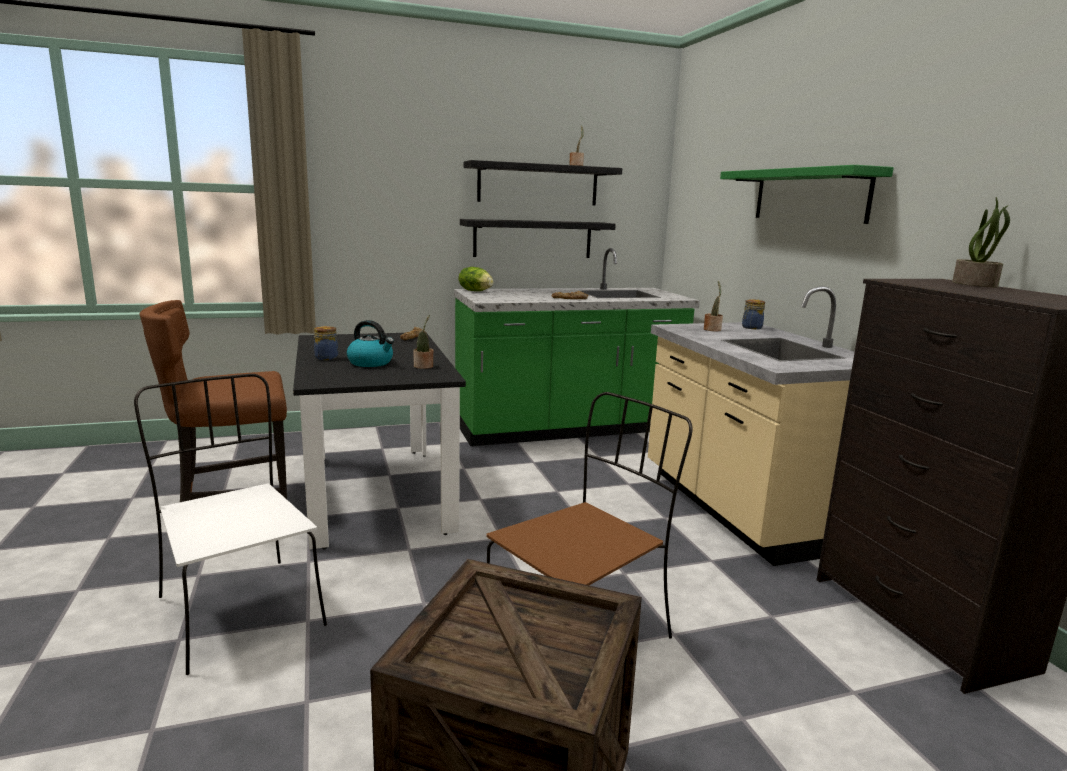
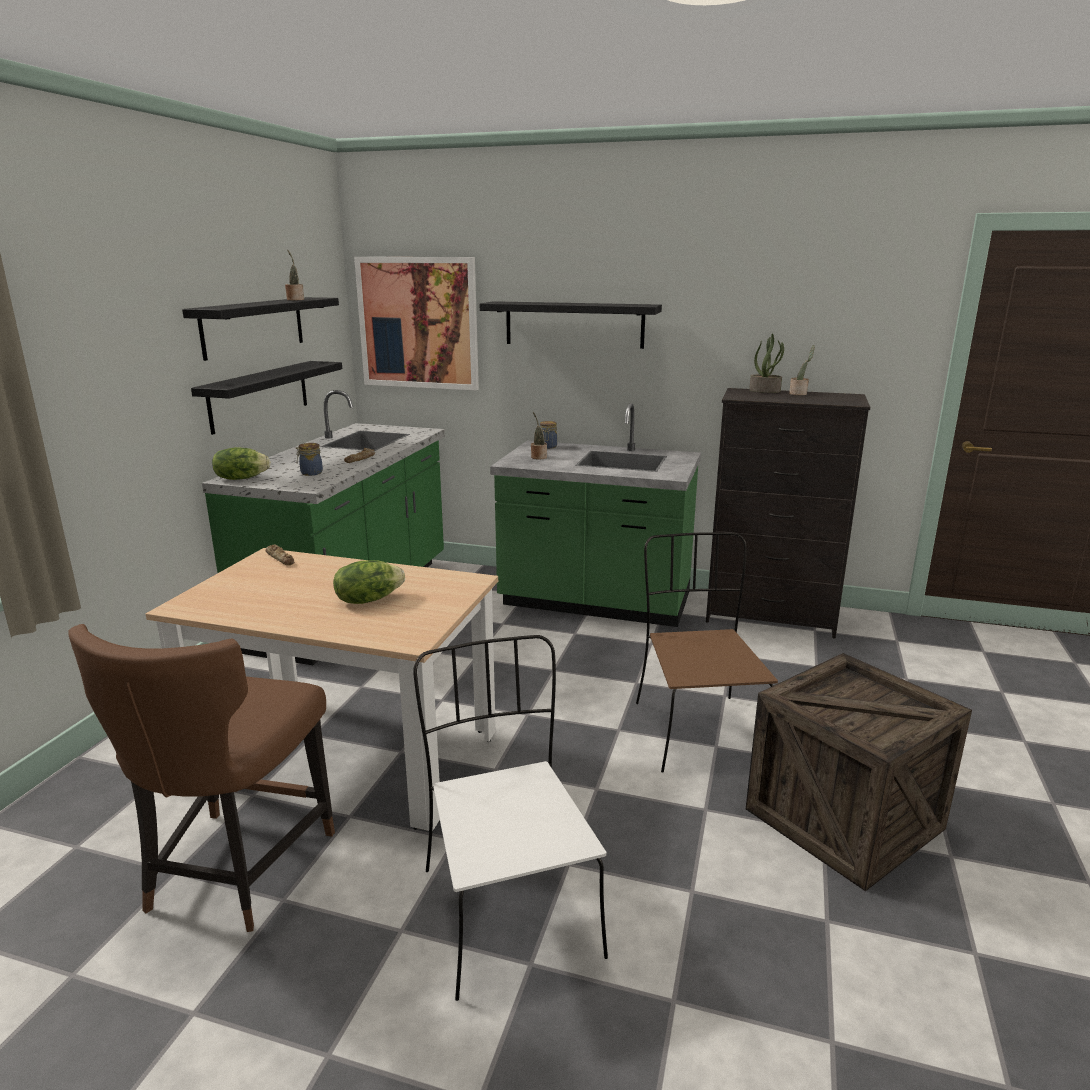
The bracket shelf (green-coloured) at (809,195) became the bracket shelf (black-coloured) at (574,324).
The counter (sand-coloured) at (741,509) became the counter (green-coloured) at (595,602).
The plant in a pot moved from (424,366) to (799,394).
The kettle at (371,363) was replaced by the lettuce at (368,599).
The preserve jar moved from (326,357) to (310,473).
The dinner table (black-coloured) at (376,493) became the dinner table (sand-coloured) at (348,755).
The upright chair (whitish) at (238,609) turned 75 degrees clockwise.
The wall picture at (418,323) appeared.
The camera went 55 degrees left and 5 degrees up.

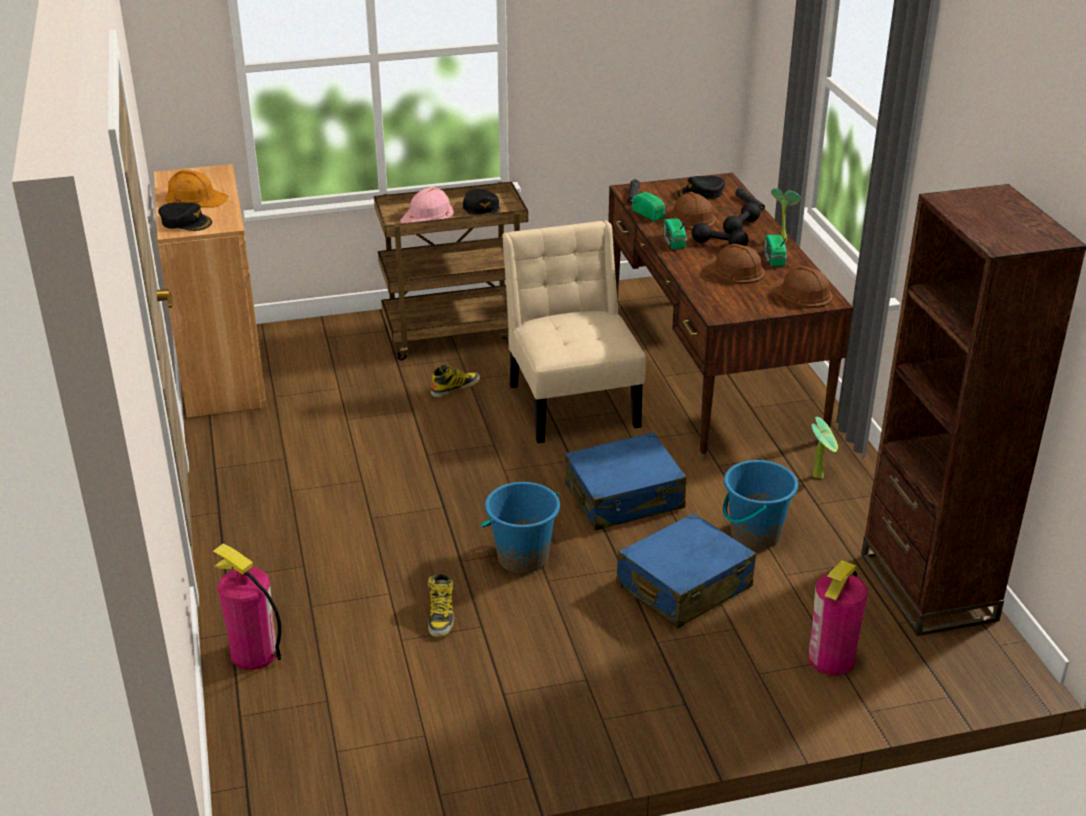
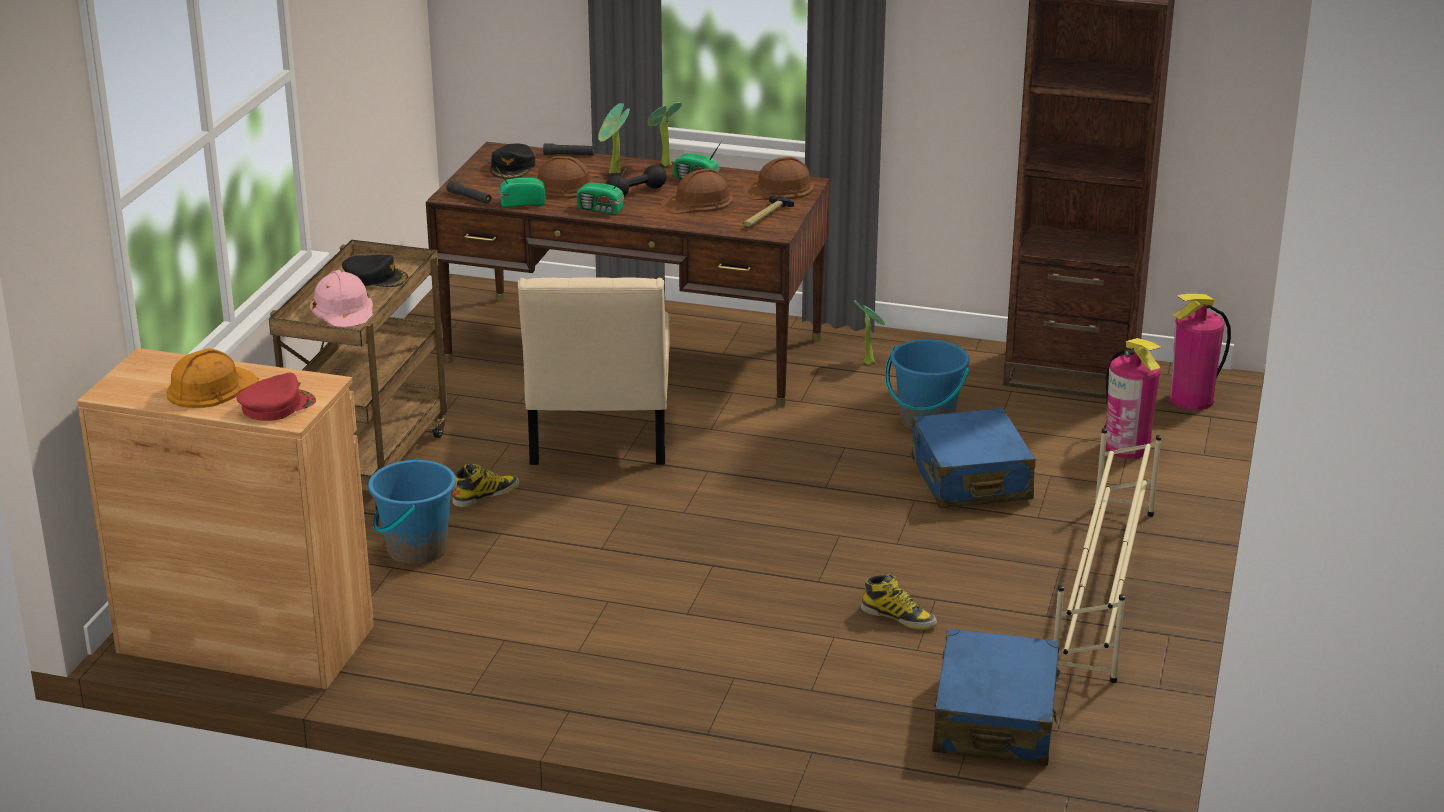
The hand weight (black-coloured) at (741,227) was replaced by the plant in a pot at (613,173).
The peaked cap (black-coloured) at (186,222) became the peaked cap (red-coloured) at (276,406).
The upright chair (sand-coloured) at (572,401) turned 105 degrees counterclockwise.
The tall boot at (455,387) turned 60 degrees clockwise.
The travel case (blue-coloured) moved from (624,497) to (995,719).
The water bucket (blue-coloured) moved from (522,557) to (416,549).
The fire-fighting cylinder moved from (254,654) to (1191,399).
The tool hammer at (766,217) appeared.
The shoe shelf (sand-coloured) at (1103,589) appeared.
The camera went 60 degrees left and 5 degrees down.

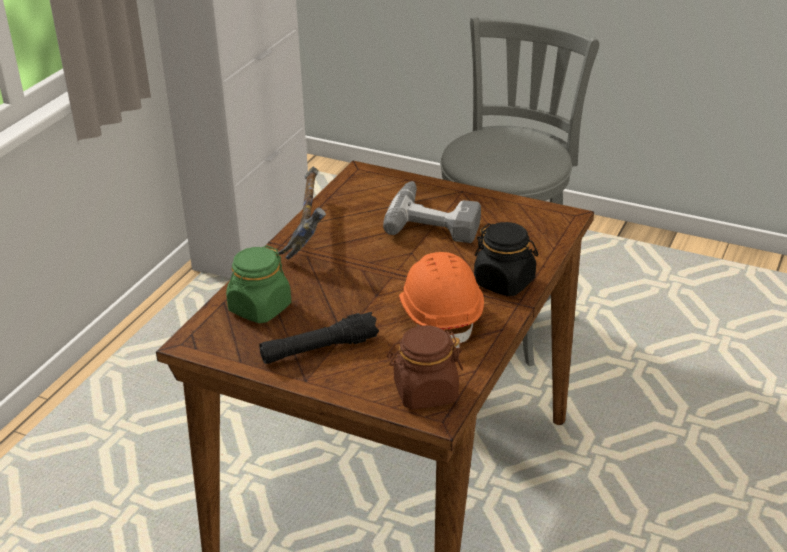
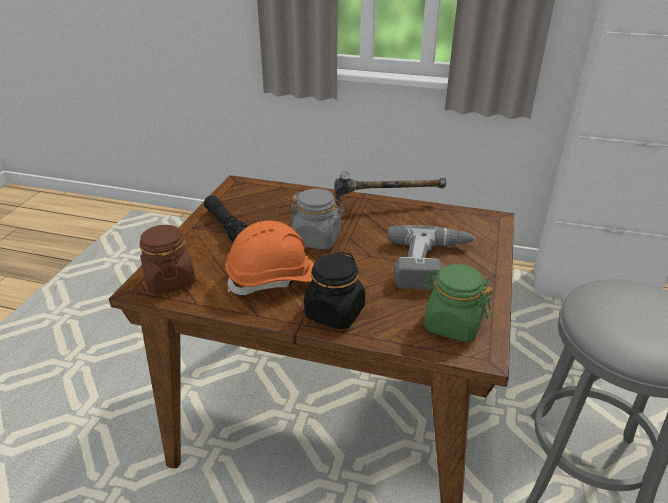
The preserve jar (green-coloured) moved from (260,308) to (452,324).
The preserve jar (gray) at (317,239) appeared.
The camera went 80 degrees right and 0 degrees up.

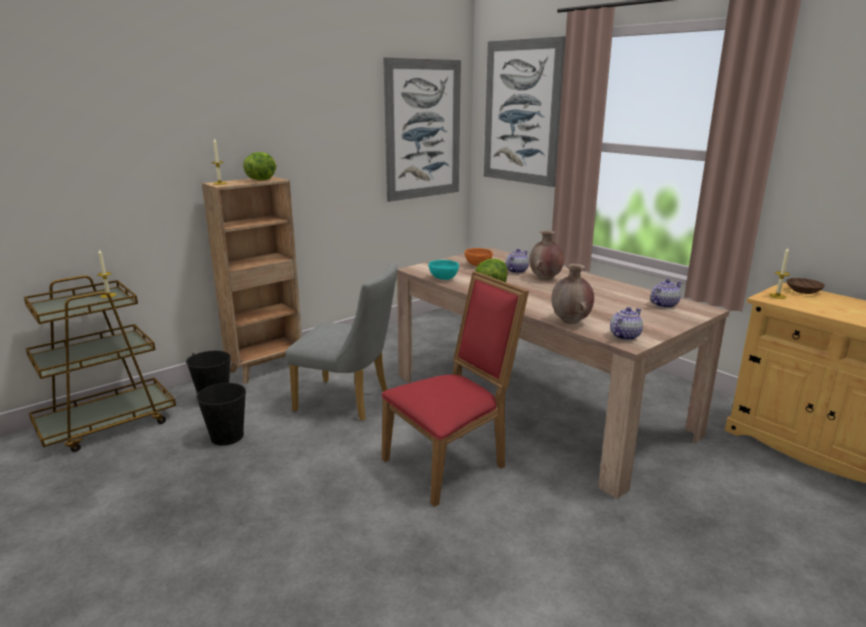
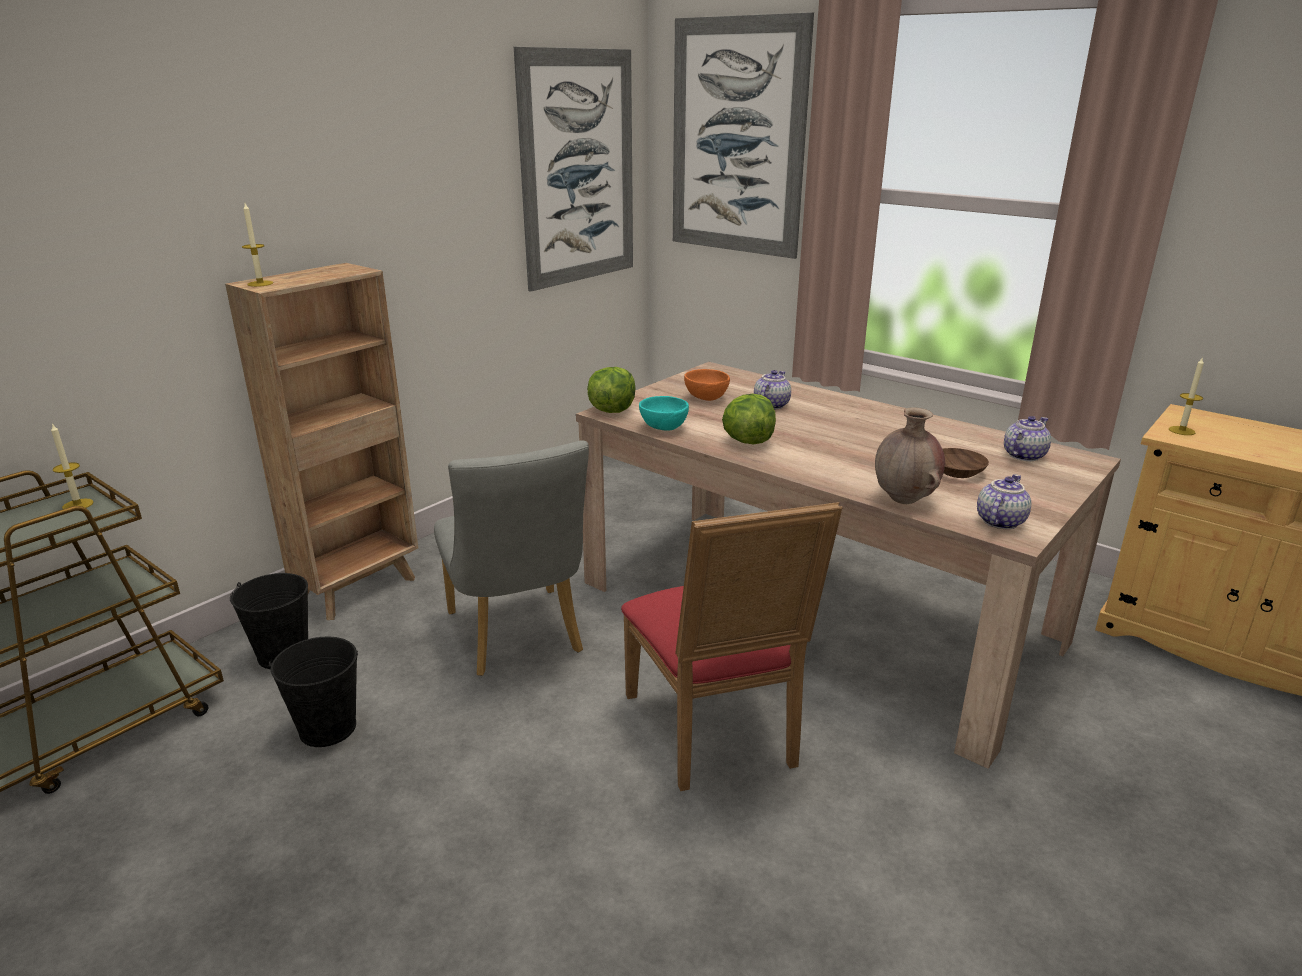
The lettuce moved from (261,180) to (612,410).
The flower vase (brownish) at (545,278) disappeared.
The upright chair (gray) at (349,402) turned 60 degrees clockwise.
The upright chair (red-coloured) at (451,463) turned 120 degrees clockwise.
The bowl (brownish) moved from (804,291) to (958,472).
The camera went 10 degrees left and 5 degrees up.

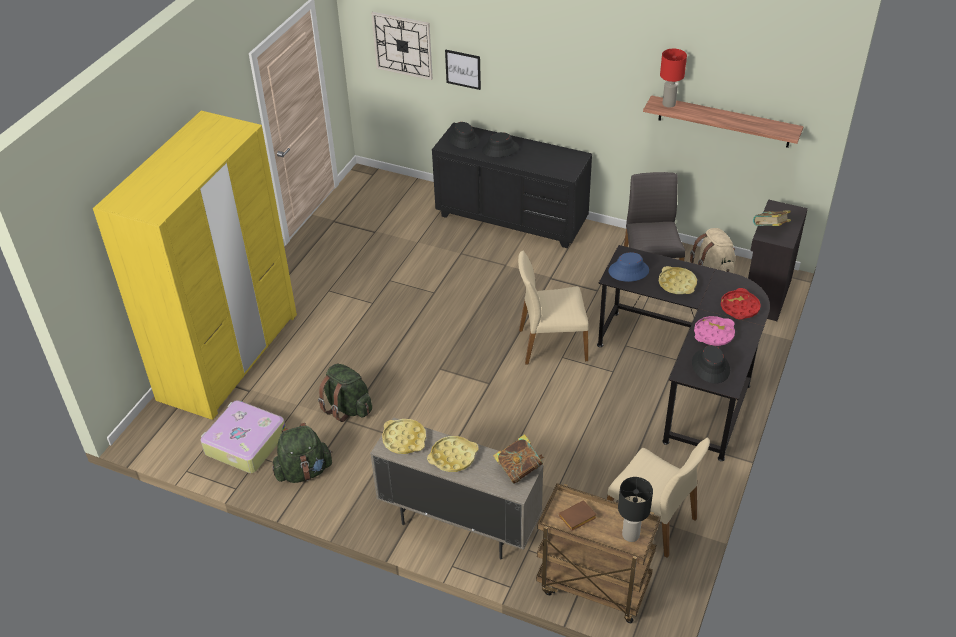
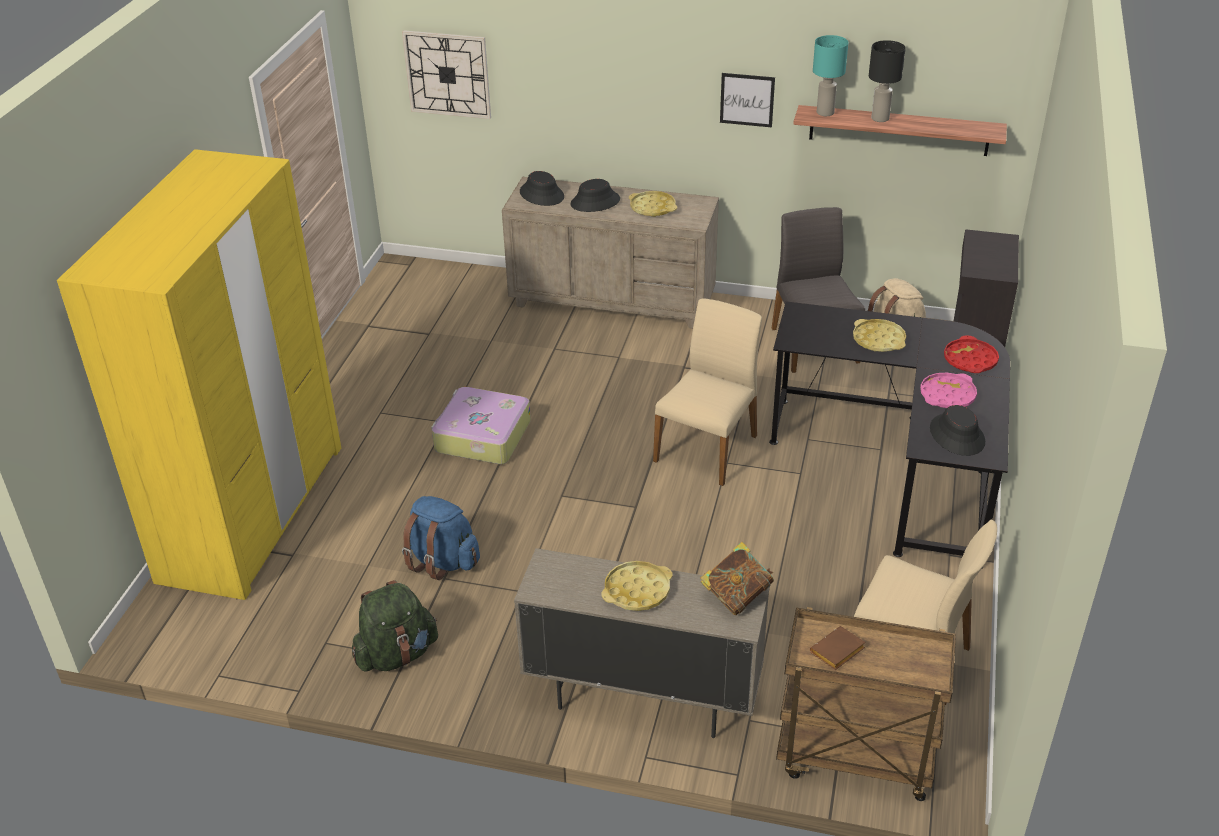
The tabletop lamp (red-coloured) at (668,104) became the tabletop lamp (blue-green) at (824,112).
The wall picture moved from (463,69) to (747,99).
The dresser (black-coloured) at (511,219) became the dresser (sand-coloured) at (612,301).
The book at (769,229) disappeared.
The upright chair (sand-coloured) at (551,344) turned 135 degrees clockwise.
The wearable hat (blue-coloured) at (628,271) disappeared.
The knapsack (green-coloured) at (347,407) became the knapsack (blue-coloured) at (442,561).
The travel case moved from (244,444) to (481,436).
The carrying tray (yellow-coloured) moved from (404,439) to (652,208).
The tabletop lamp (black-coloured) moved from (630,535) to (879,118).
The camera went 10 degrees left and 5 degrees down.

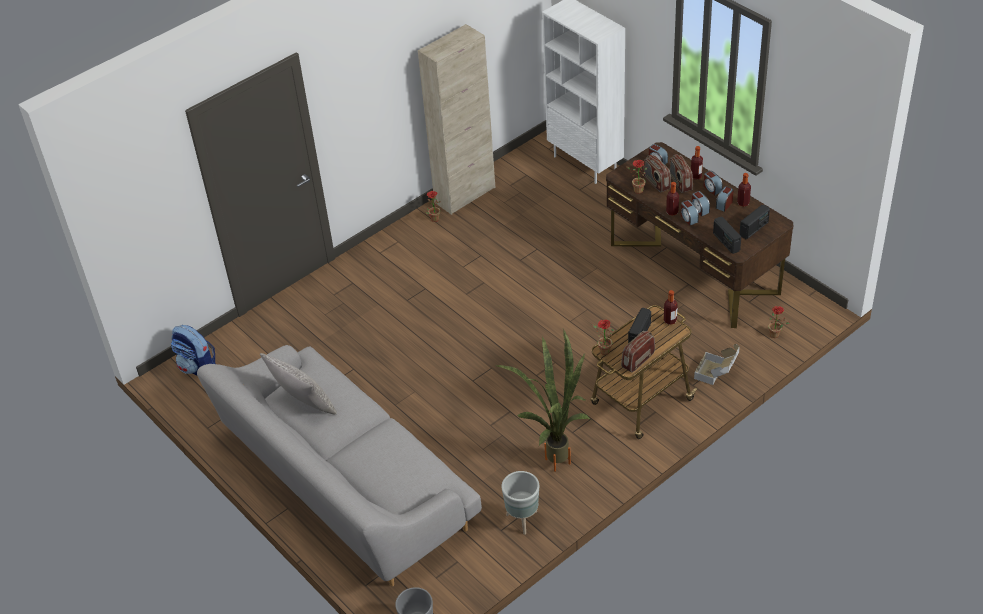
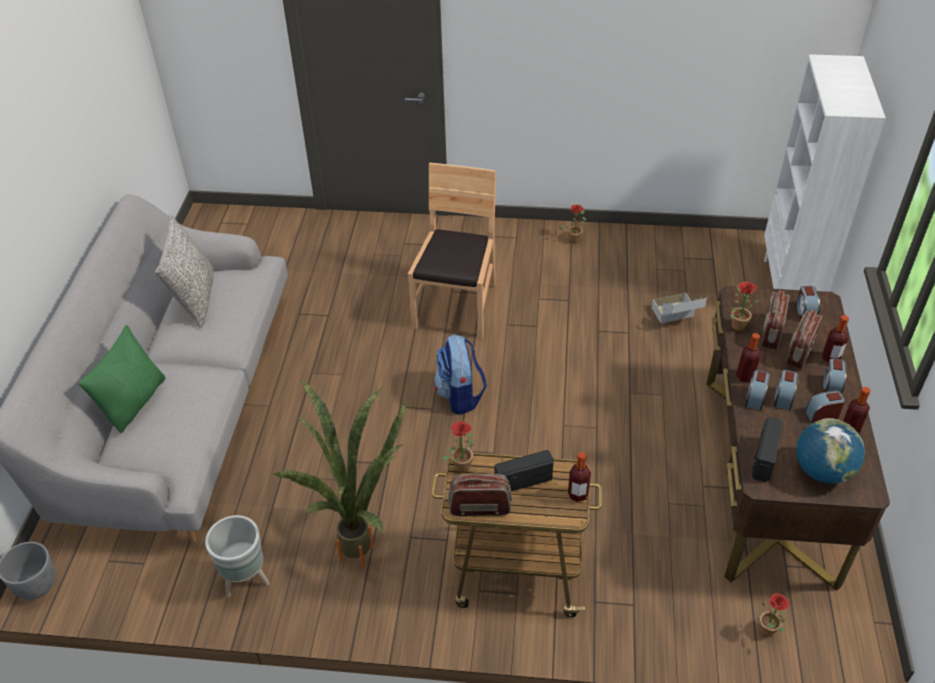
The cabinet (sand-coloured) at (465,195) disappeared.
The radio receiver at (754,229) was replaced by the world globe at (822,471).
The knapsack moved from (197,367) to (460,396).
The carton moved from (717,374) to (676,318).
The upright chair (brownish) at (456,306) appeared.
The pillow (green-coloured) at (134,402) appeared.
The camera went 45 degrees right and 0 degrees up.

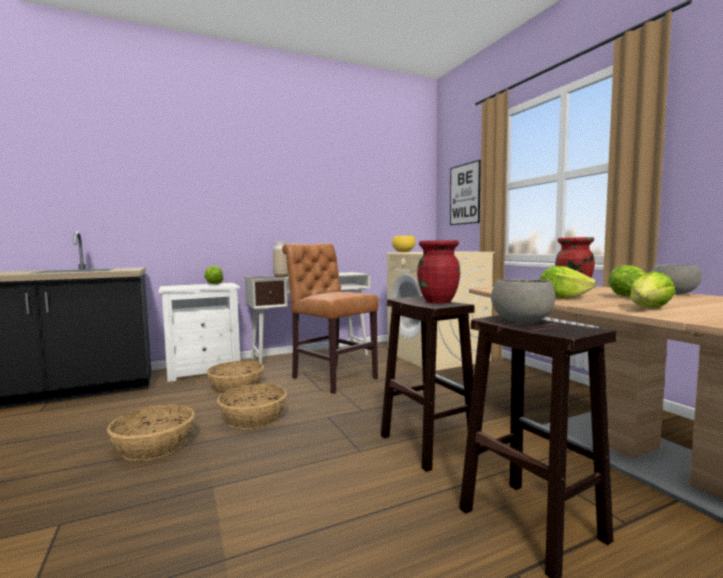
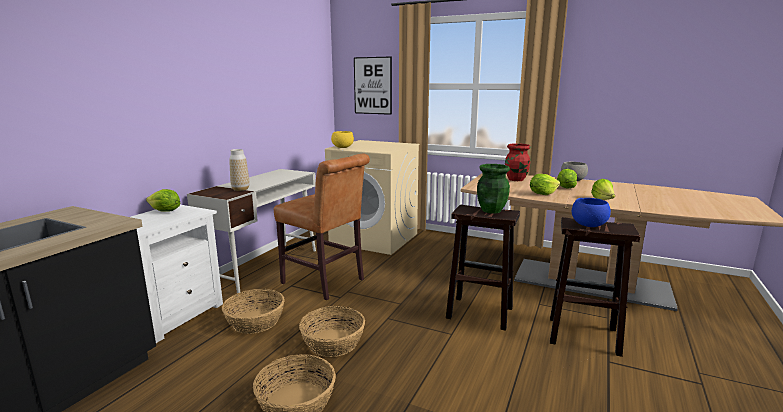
The flower vase (red-coloured) at (438,301) became the flower vase (green-coloured) at (491,210).
The upright chair (brownish) at (331,377) turned 150 degrees counterclockwise.
The bowl (gray) at (521,322) became the bowl (blue-coloured) at (588,225).
The camera went 40 degrees left and 10 degrees up.

